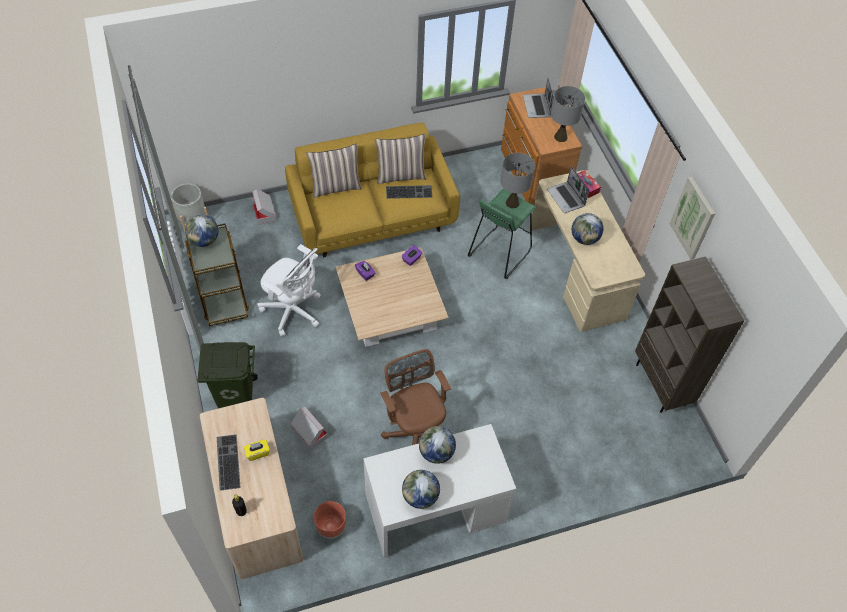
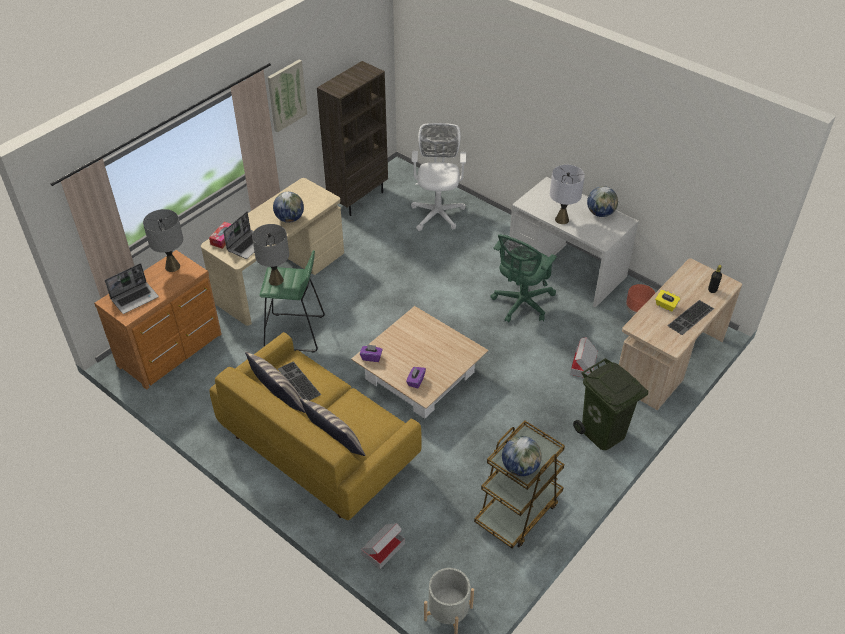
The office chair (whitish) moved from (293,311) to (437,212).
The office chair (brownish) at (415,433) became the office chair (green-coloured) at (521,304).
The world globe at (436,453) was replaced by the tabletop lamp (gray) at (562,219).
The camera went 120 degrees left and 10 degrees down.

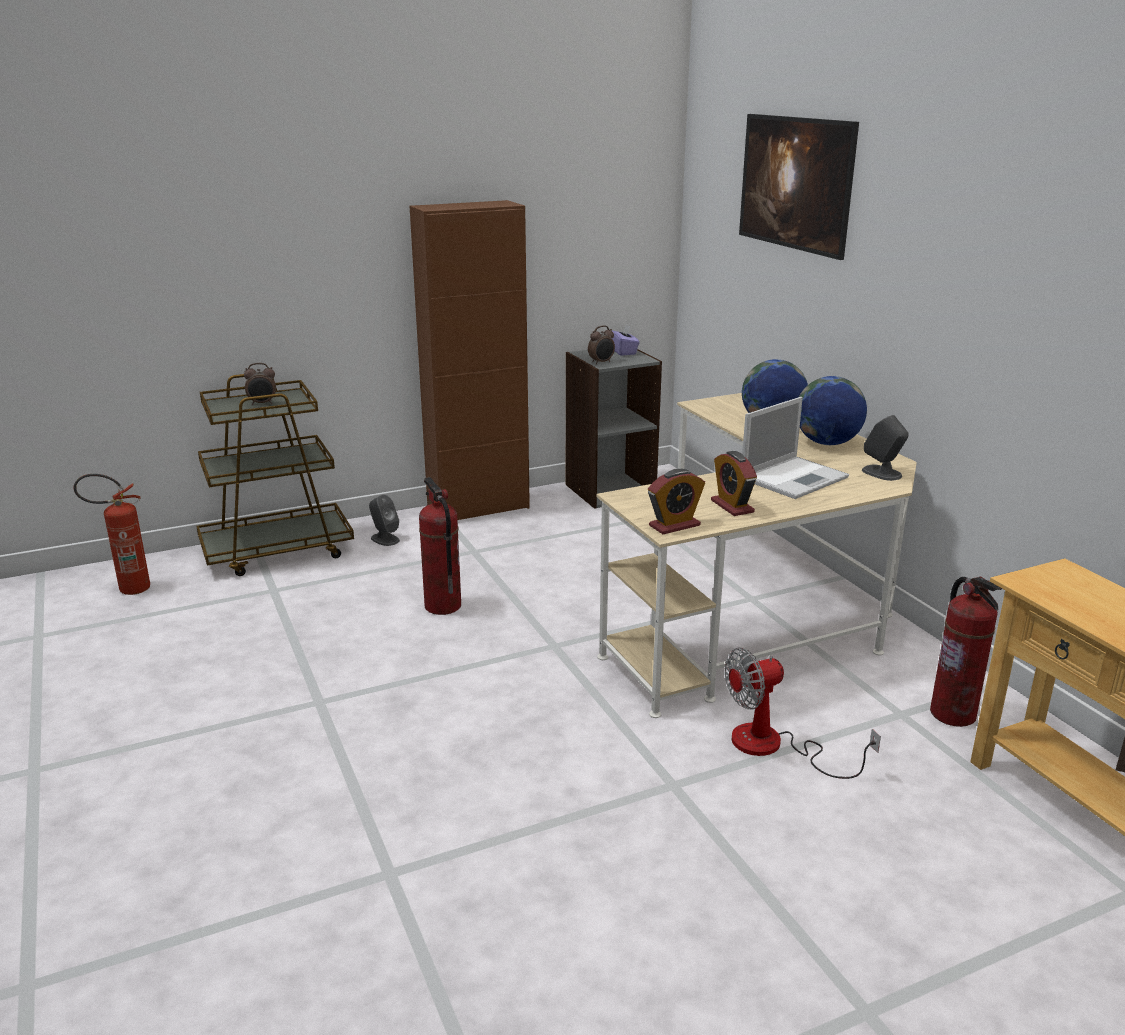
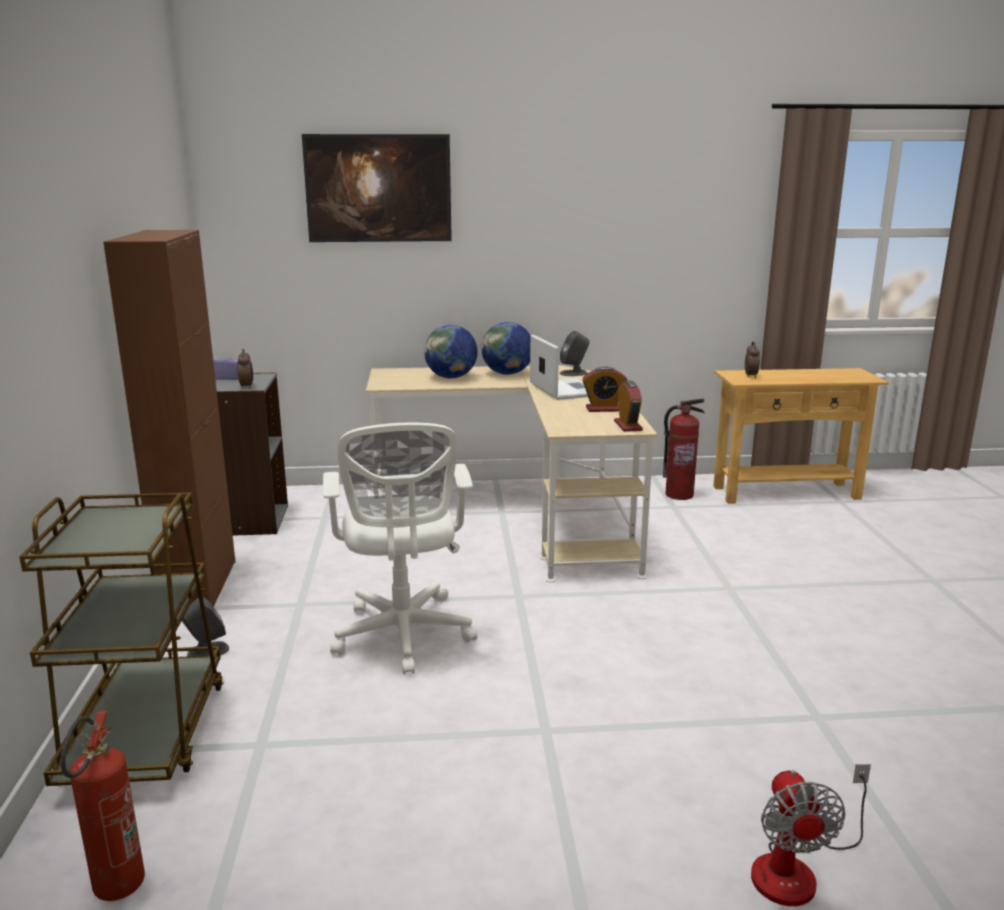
The bedside clock moved from (262,403) to (751,376).
The fire-fighting cylinder at (443,606) was replaced by the office chair (whitish) at (403,637).
The electric fan moved from (774,747) to (797,869).
The camera went 70 degrees left and 5 degrees down.

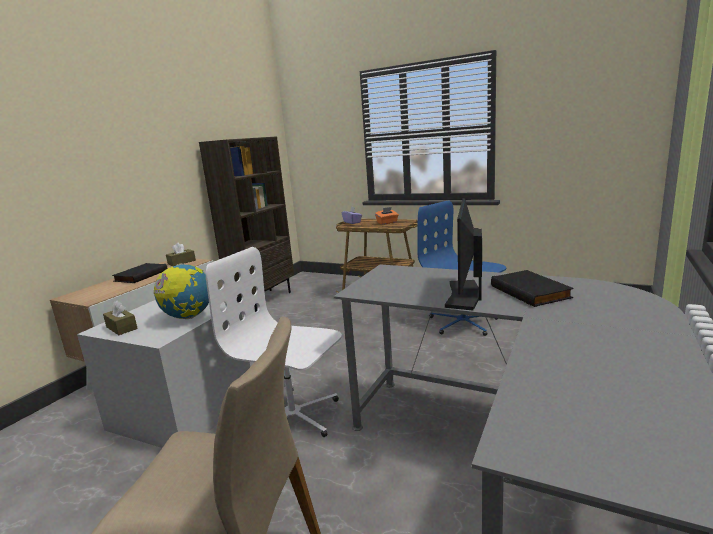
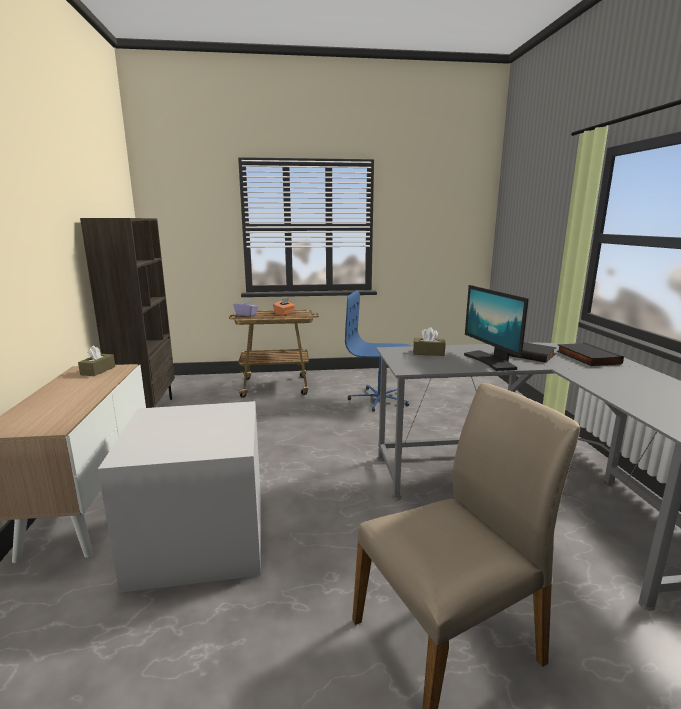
The office chair (whitish) at (292,417) disappeared.
The book (black-coloured) moved from (140,275) to (586,357).
The world globe at (188,317) disappeared.
The tissue box (brownish) moved from (121,328) to (428,353).
The camera went 35 degrees left and 0 degrees up.

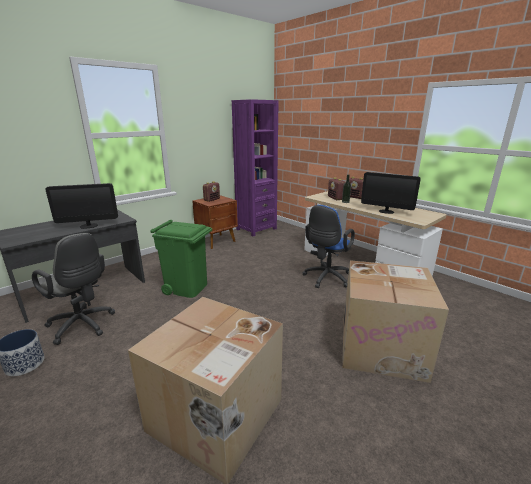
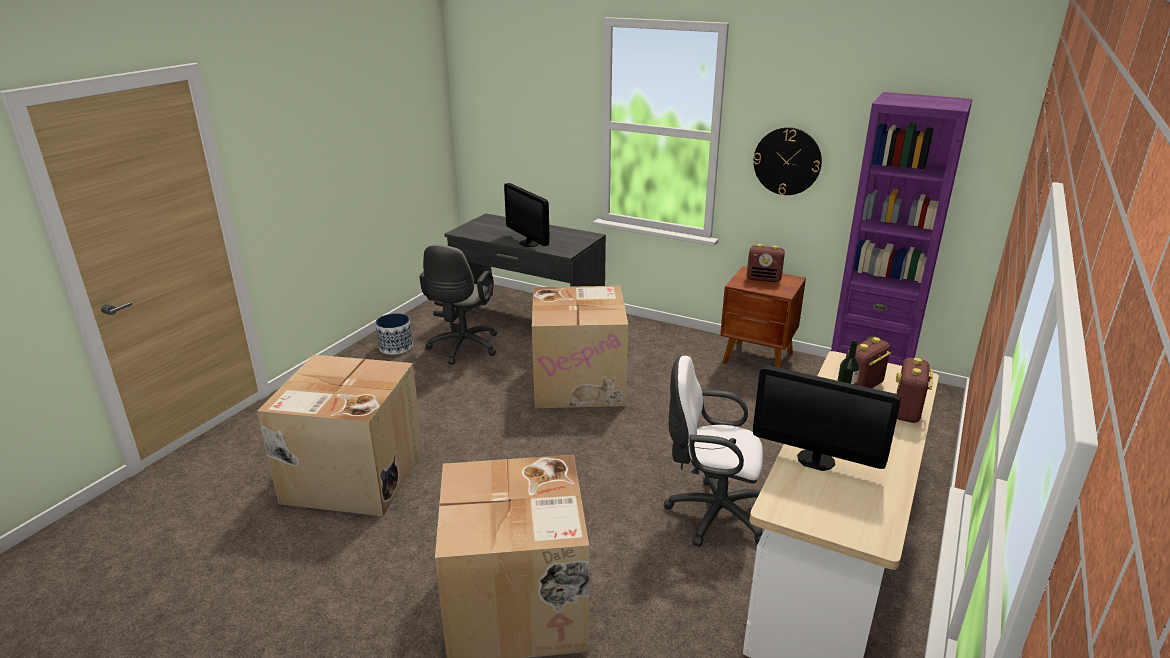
The monitor at (386,211) turned 75 degrees counterclockwise.
The office chair (blue-coloured) at (326,278) became the office chair (whitish) at (712,514).
The rubbish bin (green-coloured) at (187,288) was replaced by the carton at (580,382).
The hanging clock at (787,161) appeared.
The camera went 70 degrees right and 5 degrees up.

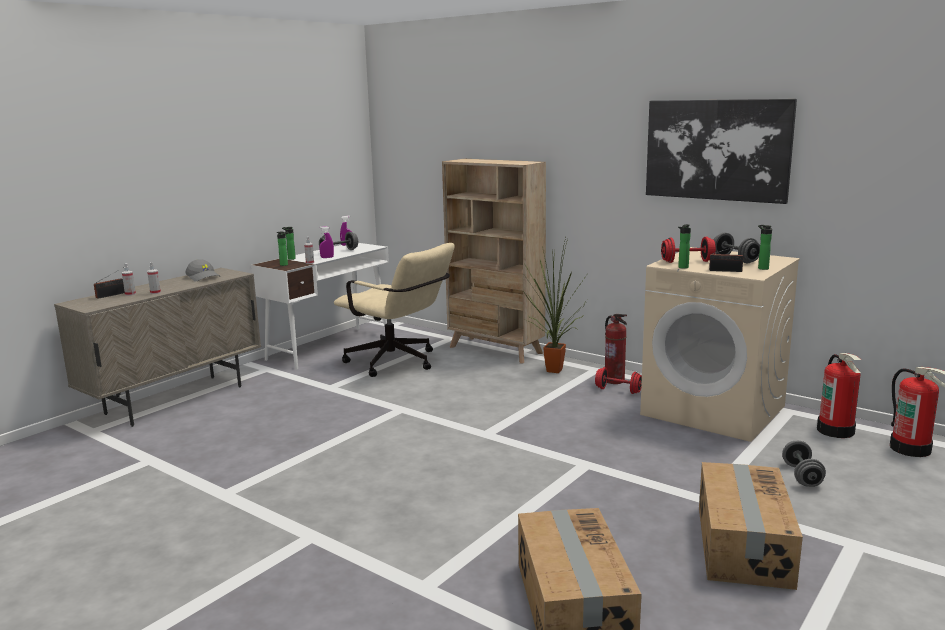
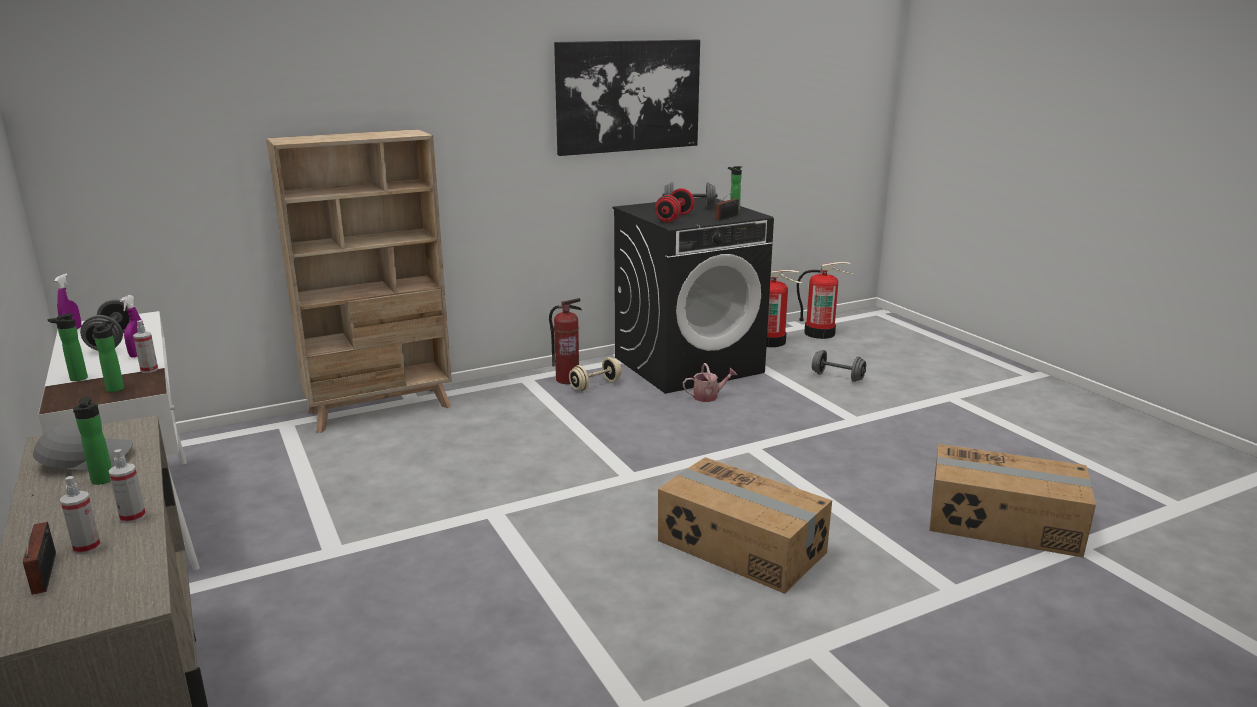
The drink bottle moved from (682,267) to (102,481).
The plant in a pot at (553,371) disappeared.
The office chair (sand-coloured) at (398,363) disappeared.
The laundry appliance (sand-coloured) at (714,410) became the laundry appliance (black-coloured) at (688,364).
The hand weight (red-coloured) at (618,390) became the hand weight (sand-coloured) at (595,385).
The carton moved from (742,545) to (741,547).
The watering pot at (709,396) appeared.
The camera went 65 degrees left and 5 degrees up.

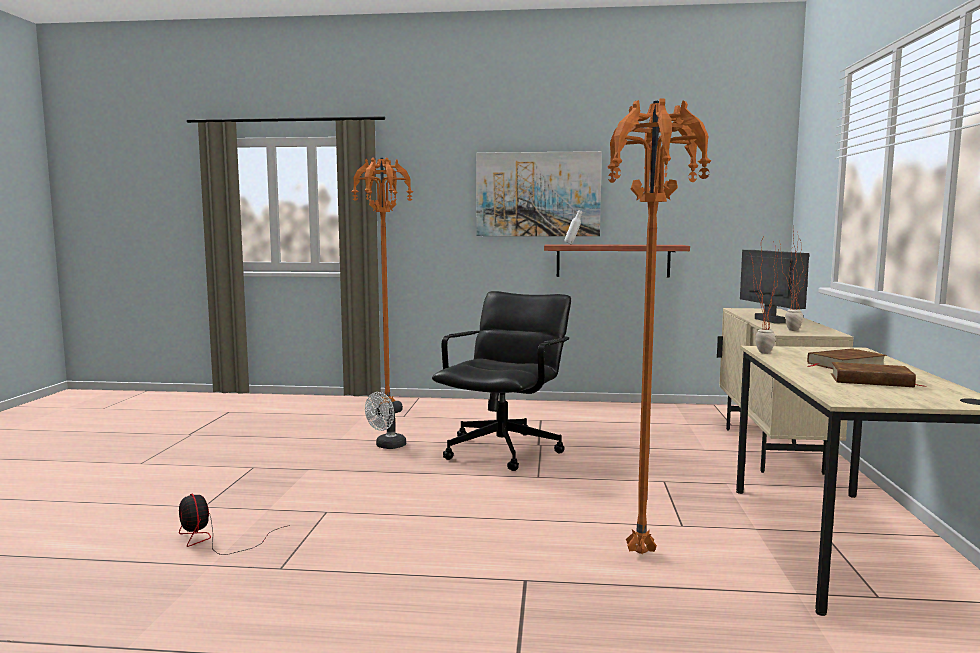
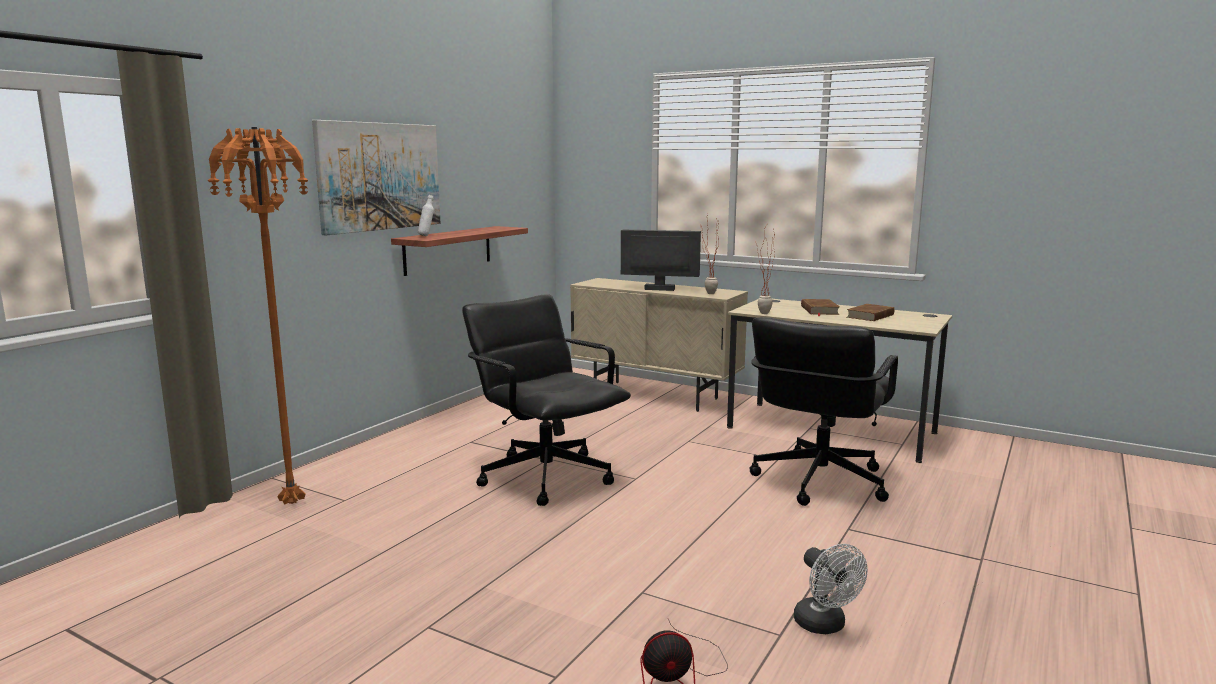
The standing lamp (orangey) at (643,553) was replaced by the office chair (black-coloured) at (818,481).
The electric fan (whitish) moved from (387,446) to (825,626).
The camera went 65 degrees left and 5 degrees up.

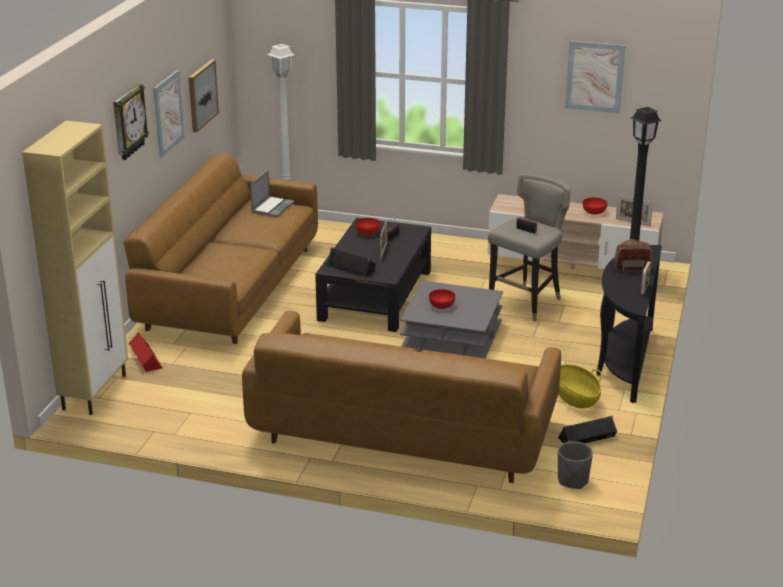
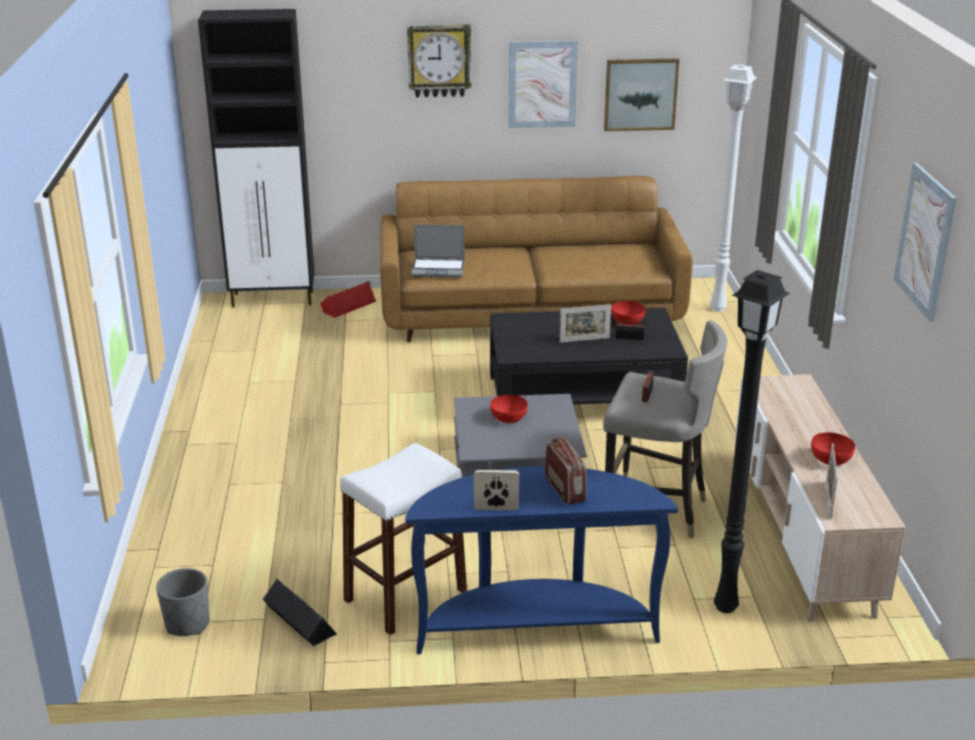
The cabinet (sand-coloured) at (95,391) became the cabinet (black-coloured) at (274,299).
The notebook computer moved from (272,207) to (439,269).
The narrow table (black-coloured) at (624,362) became the narrow table (blue-coloured) at (535,627).
The audio speaker (black-coloured) at (351,268) disappeared.
The couch (brownish) at (402,432) disappeared.
The household basket at (576,398) was replaced by the sitting stool (whitish) at (405,595).
The camera went 70 degrees right and 0 degrees up.

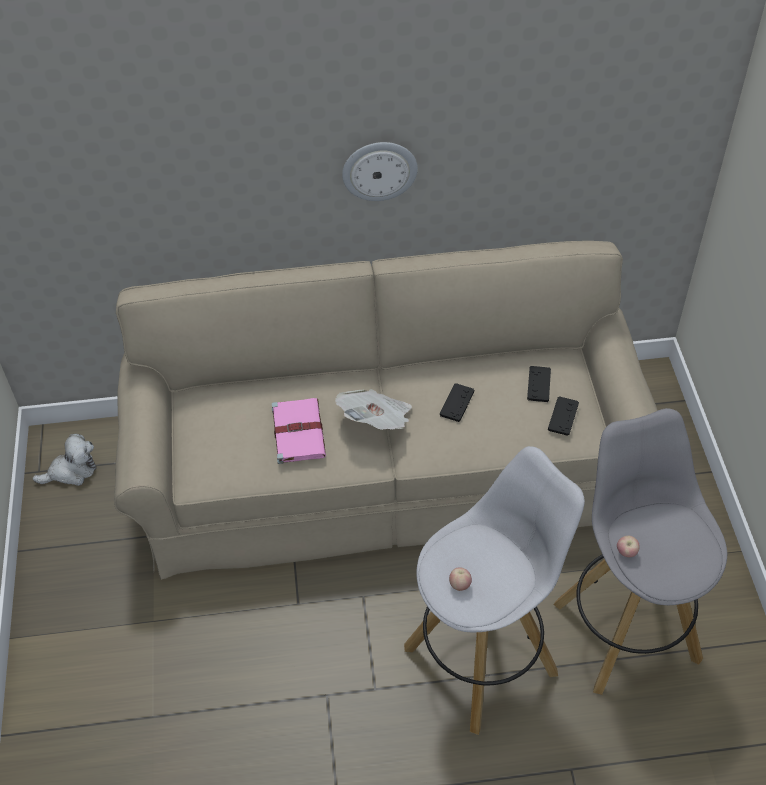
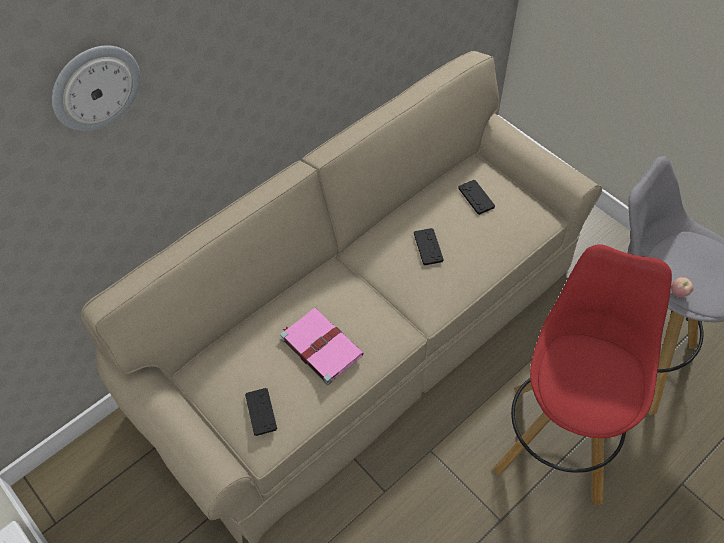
The hanging clock moved from (379,170) to (95,87).
The daily paper at (377,421) disappeared.
The game controller (black-coloured) moved from (563,416) to (261,412).
The plush toy at (71,471) disappeared.
The sitting stool (whitish) at (482,658) became the sitting stool (red-coloured) at (556,441).
The apple fruit at (459,585) disappeared.
The camera went 35 degrees left and 5 degrees up.

